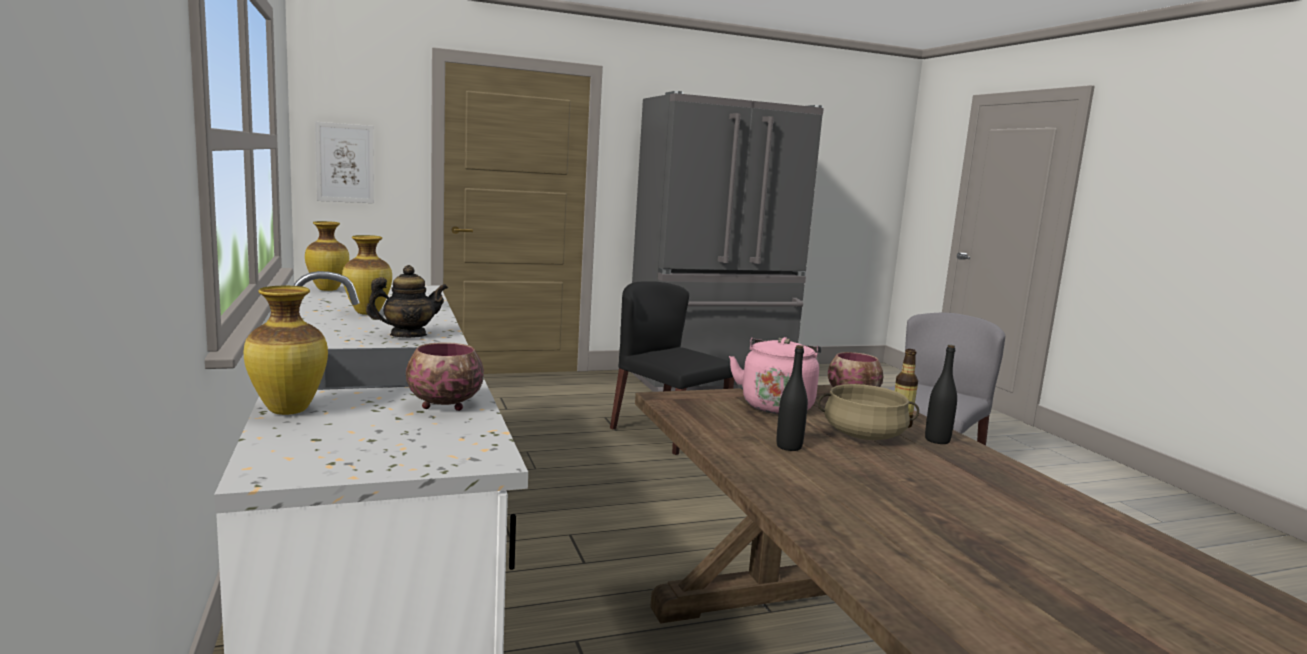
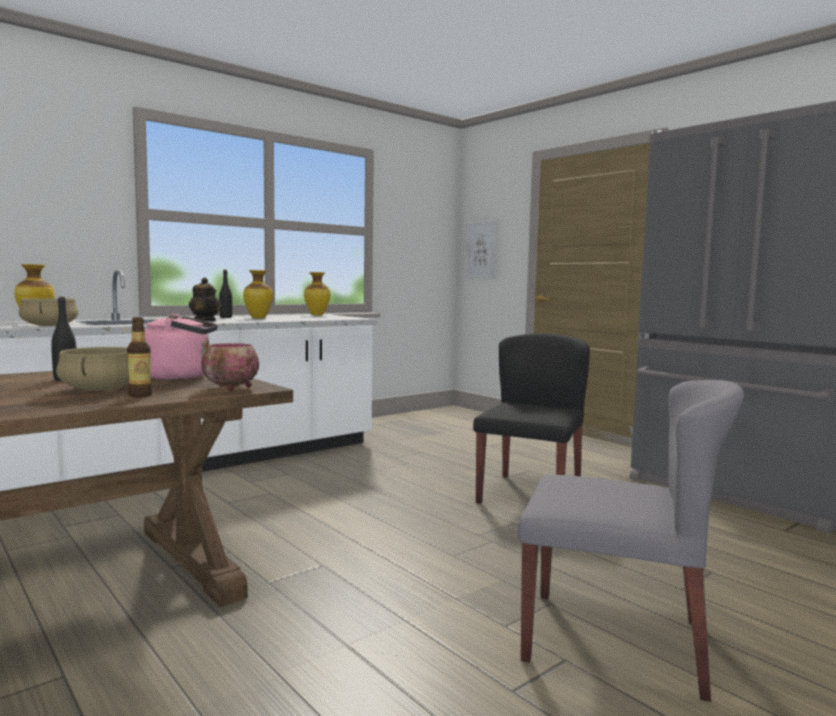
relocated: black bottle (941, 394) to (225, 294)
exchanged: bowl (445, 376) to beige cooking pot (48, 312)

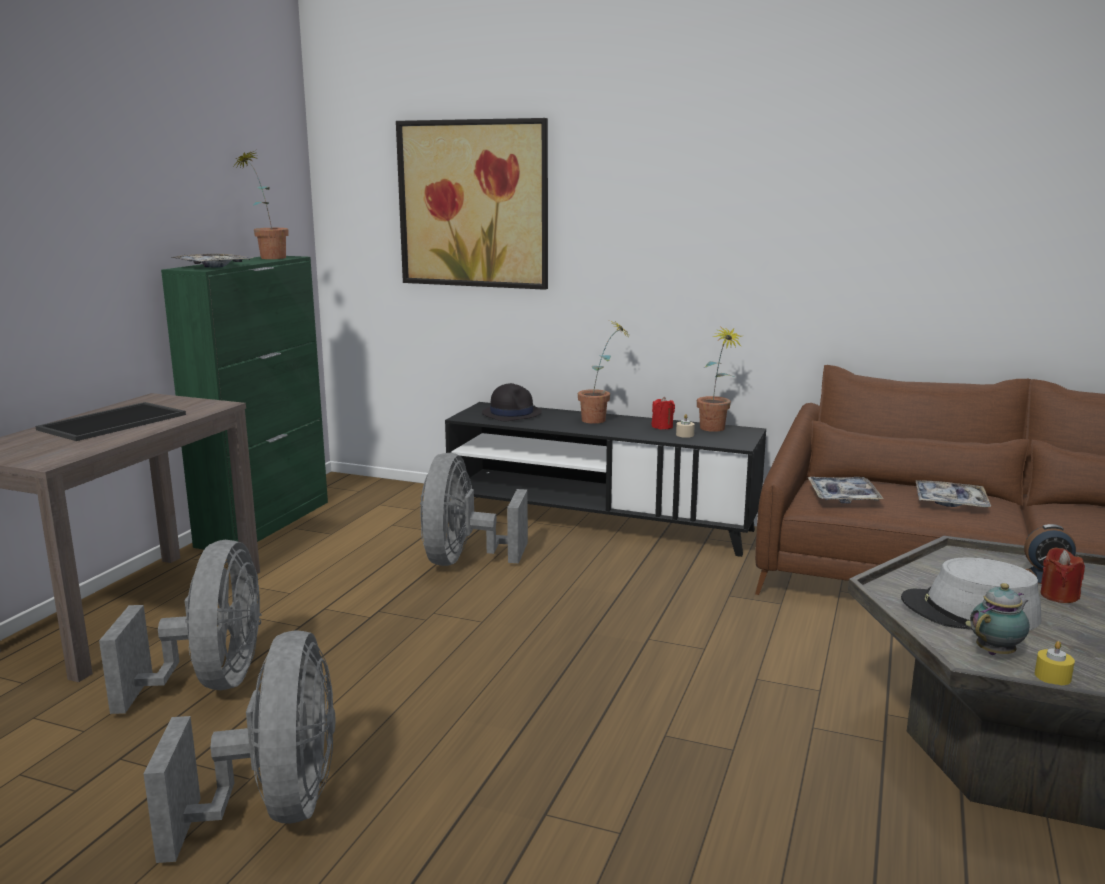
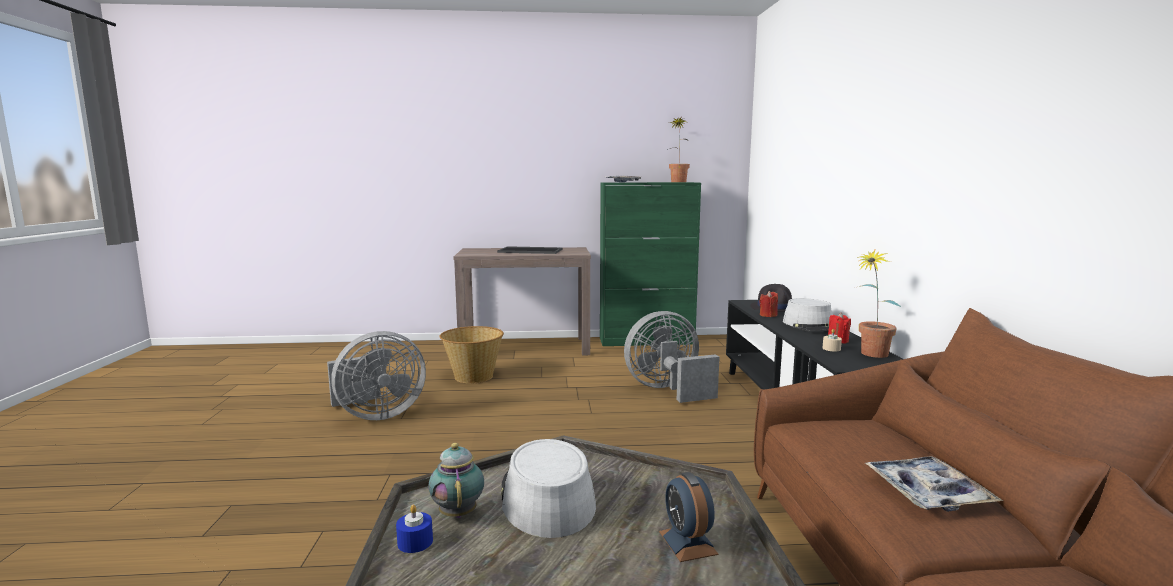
missing: picture (472, 204); tray (845, 490)
relocated: red candle (1062, 575) to (768, 304)
exchanged: grey fan (180, 627) to basket (471, 354); potted plant (603, 372) to grey hat (808, 314)
colour: yellow candle (1055, 663) to blue candle (414, 529)
spun: teapot (999, 619) = (456, 480) 135 degrees counterclockwise

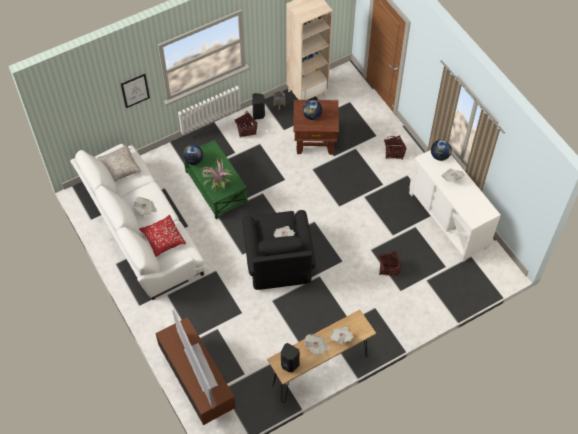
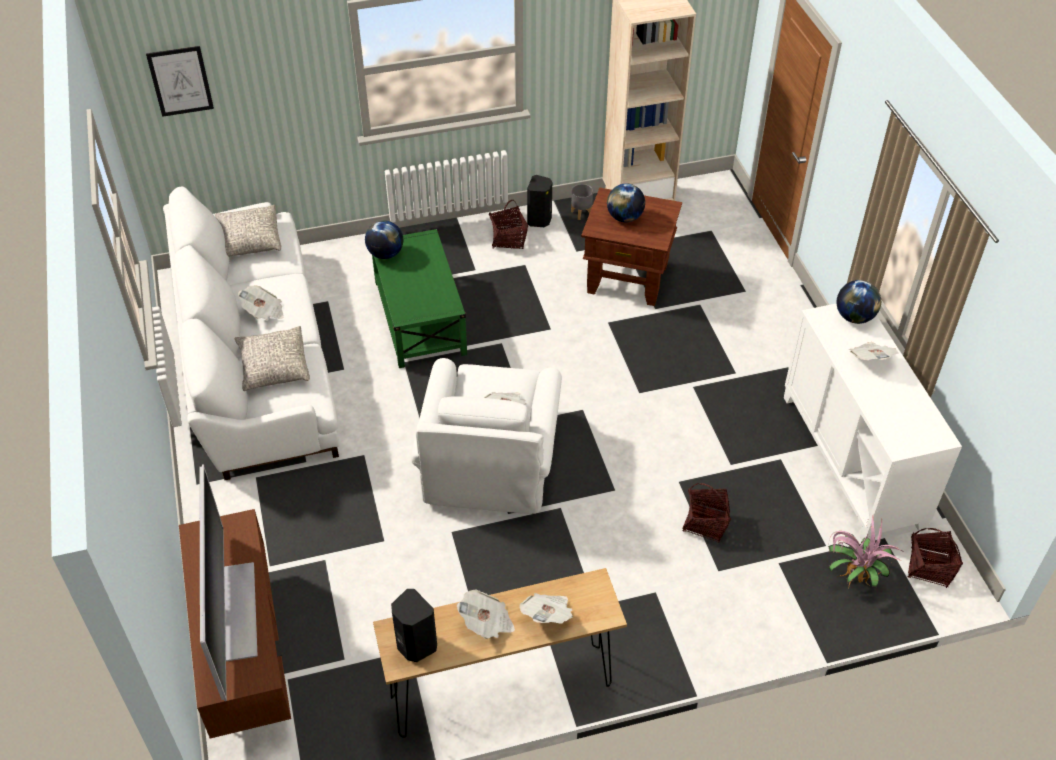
relocated: picture (135, 91) to (180, 81); potted plant (216, 173) to (866, 552); basket (395, 147) to (935, 558)
colour: red pillow (162, 236) to grey pillow (272, 358); black armchair (279, 250) to white armchair (486, 436)

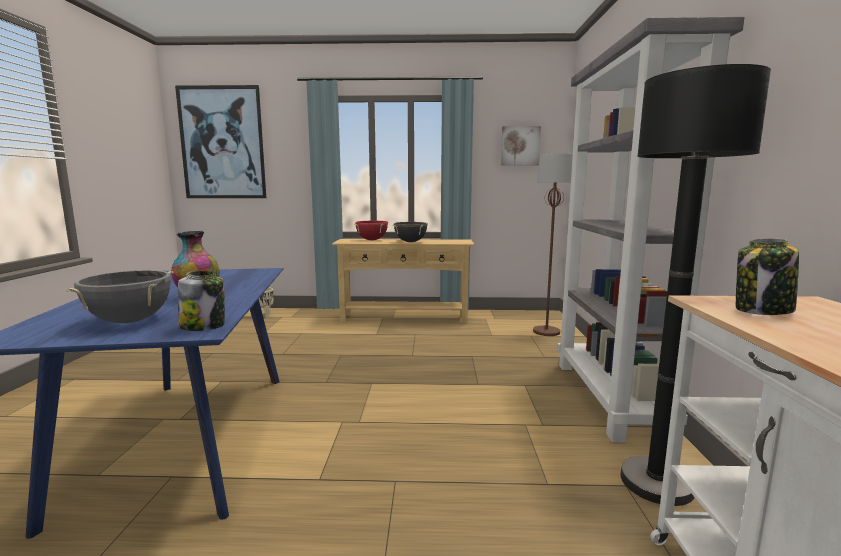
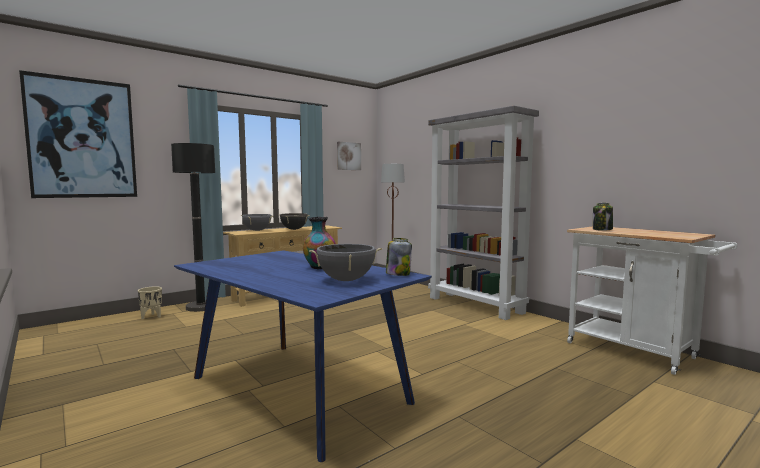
relocated: black floor lamp (695, 285) to (193, 227)
colour: red cooking pot (371, 230) to grey cooking pot (257, 222)

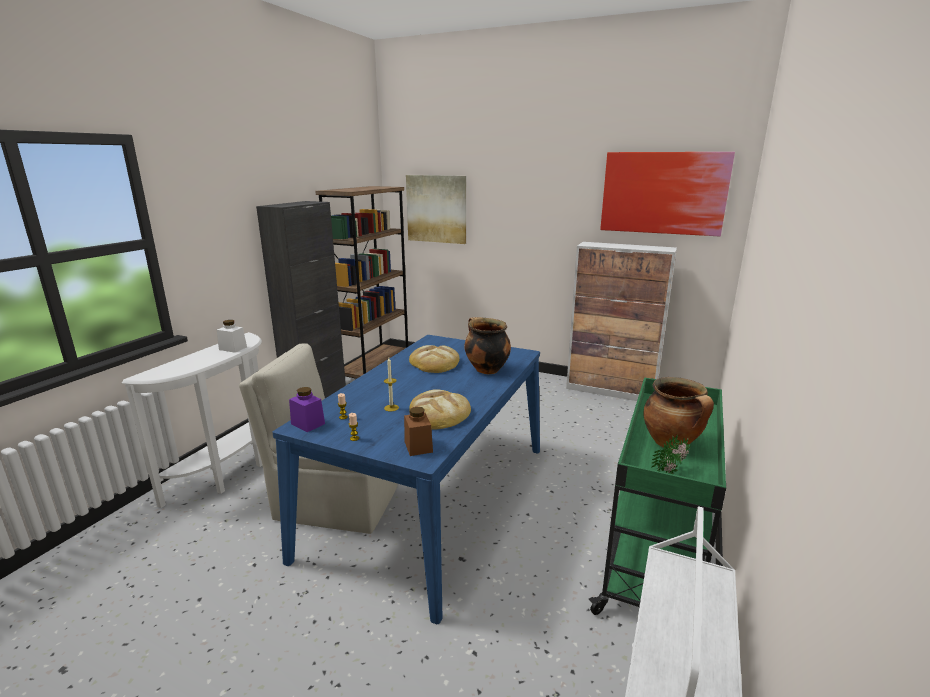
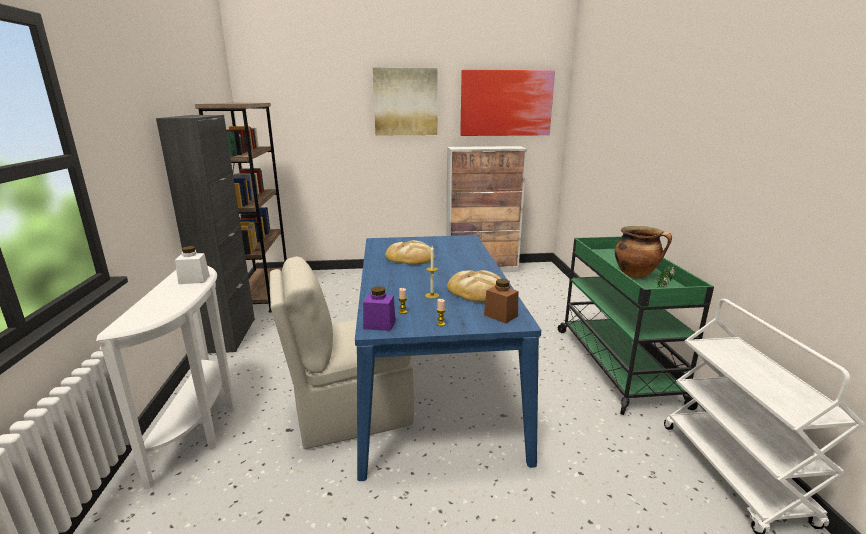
missing: cooking pot (487, 345)
relocated: picture (436, 209) to (405, 102)

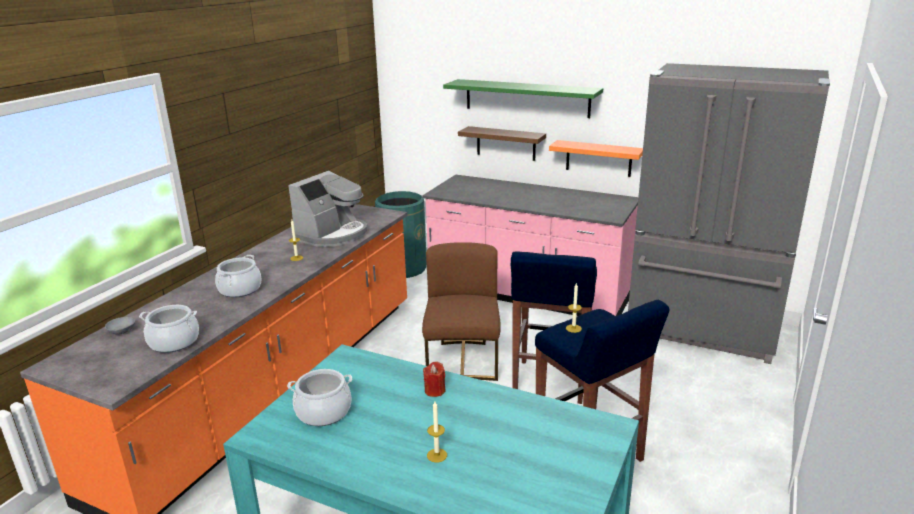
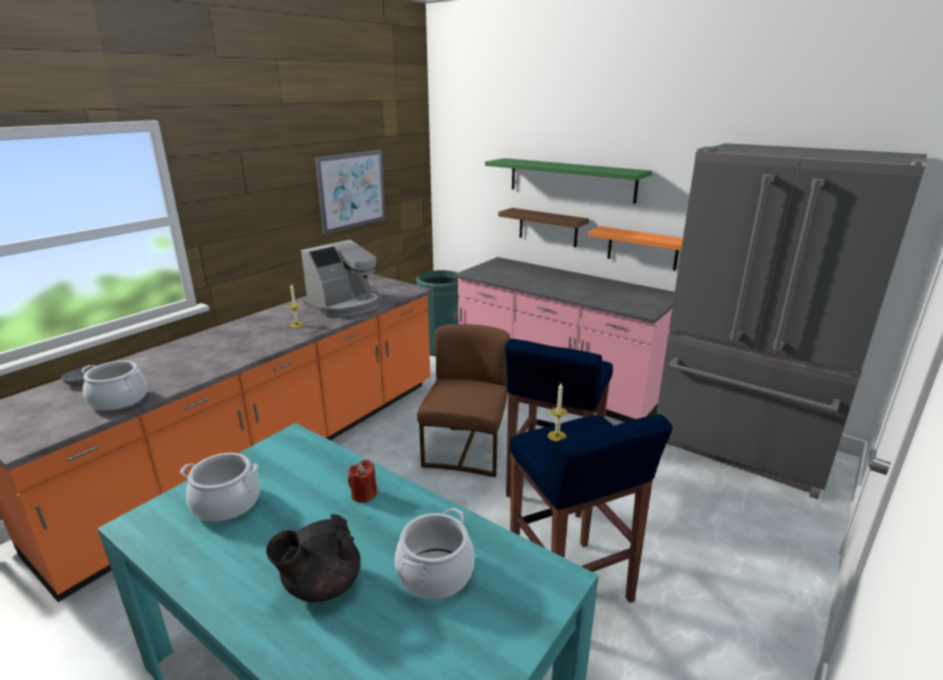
appeared: picture (350, 192)
relocated: cooking pot (238, 276) to (435, 553)
exchanged: candle (437, 431) to black teapot (313, 558)

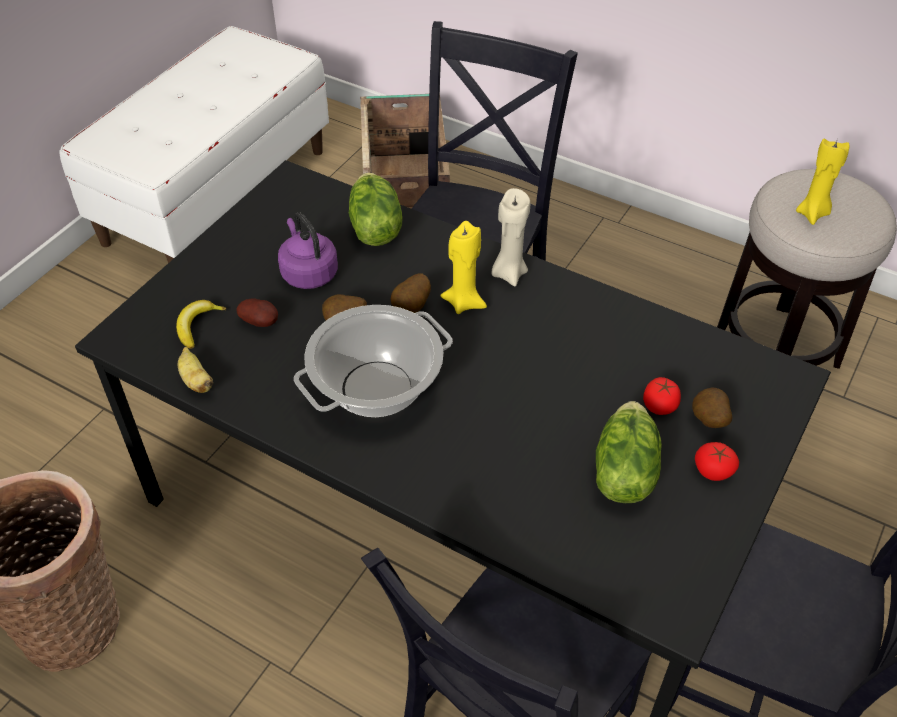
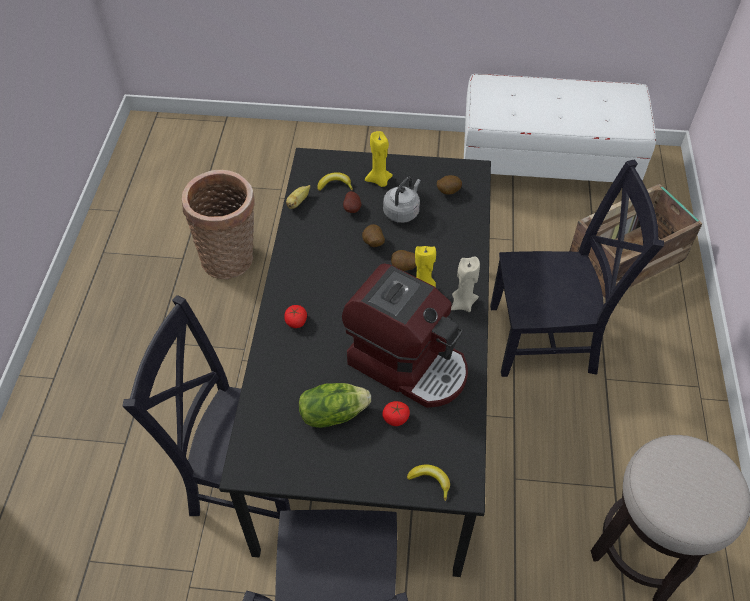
missing: cooking pot (373, 361); lettuce (376, 209)
appeared: coffee machine (405, 335); banana (428, 483)
relocated: tomato (717, 461) to (295, 316); yellow candle (822, 181) to (379, 159); potato (712, 407) to (449, 185)
colour: purple kettle (308, 251) to grey kettle (402, 200)

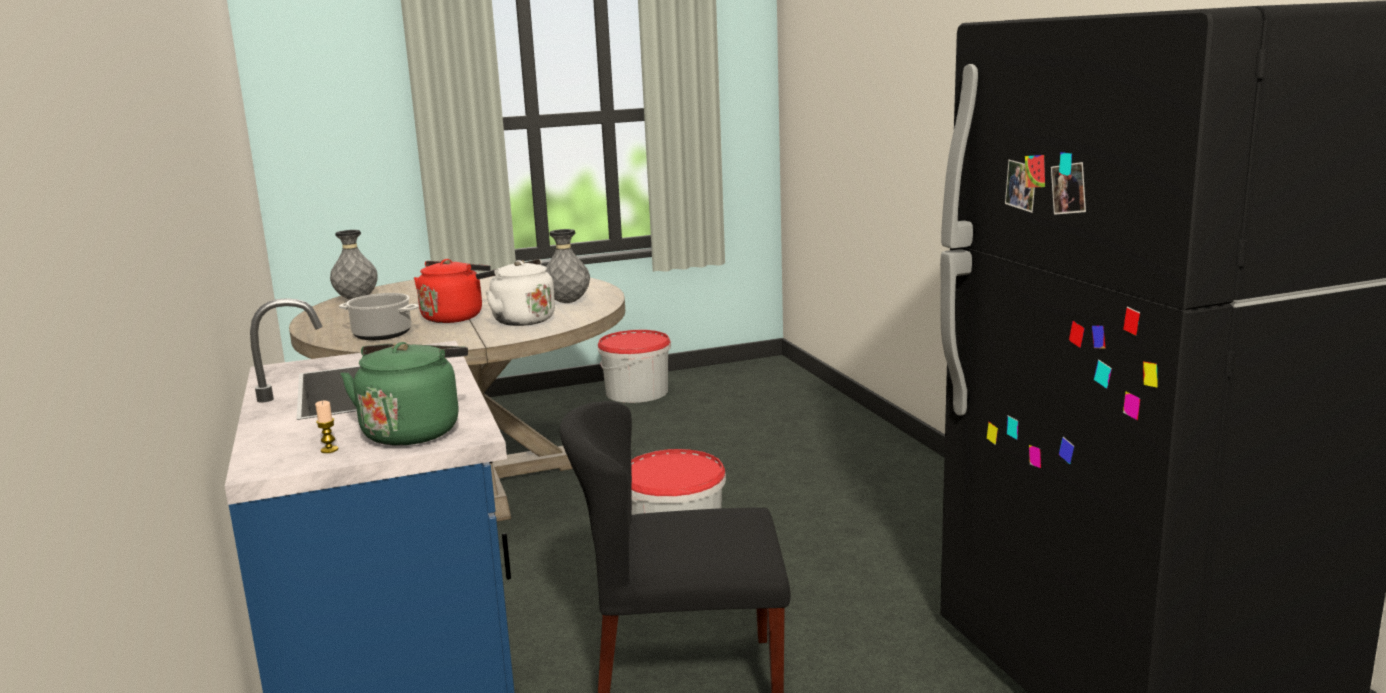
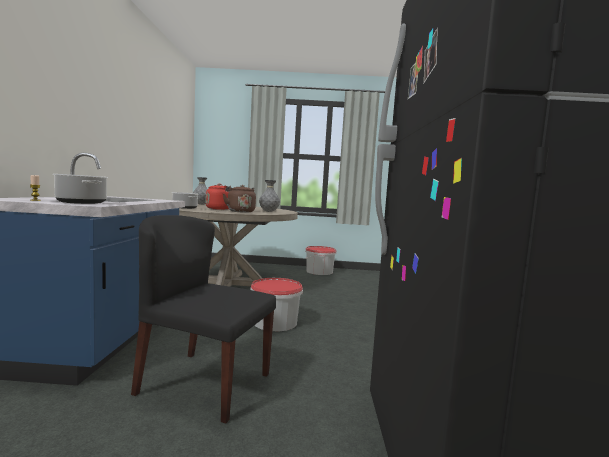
exchanged: green kettle (404, 394) to cooking pot (80, 189)
colour: white kettle (515, 292) to brown kettle (239, 199)

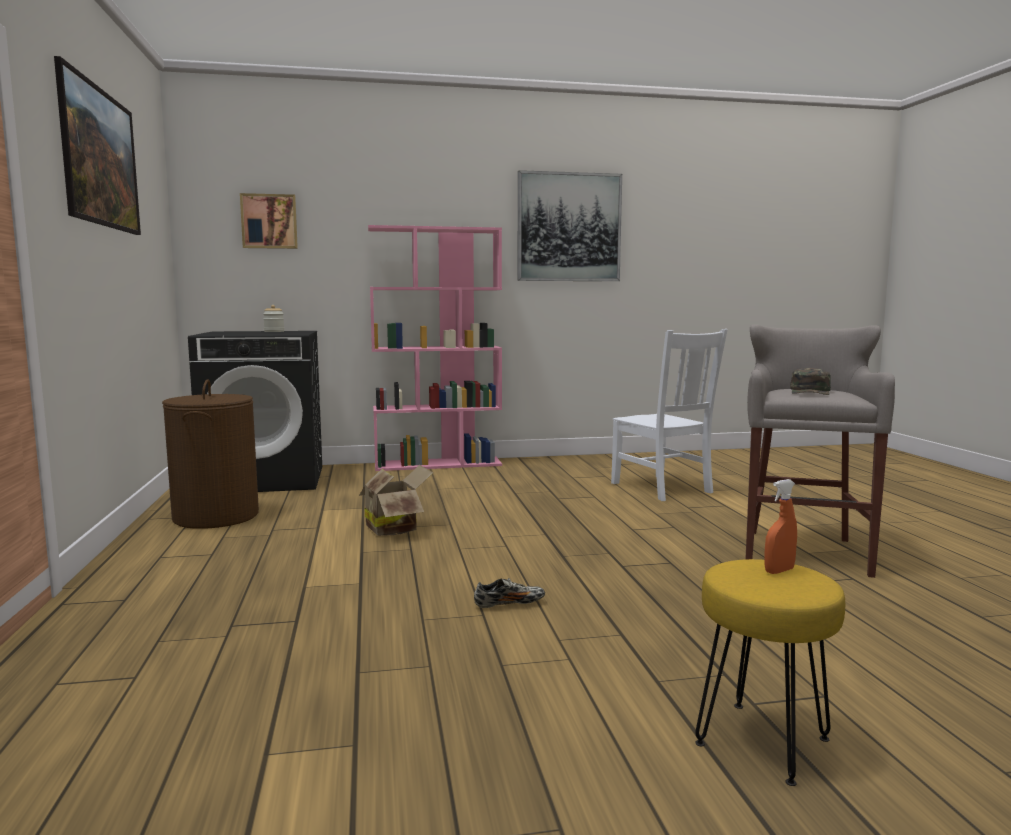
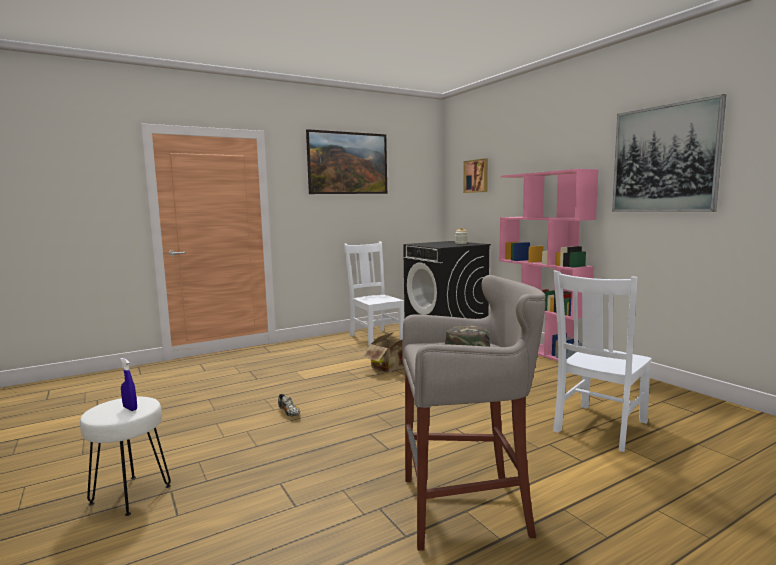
exchanged: brown laundry basket (210, 454) to white chair (374, 294)
colour: yellow stool (770, 672) to white stool (125, 456); orange spray bottle (780, 526) to blue spray bottle (128, 384)

